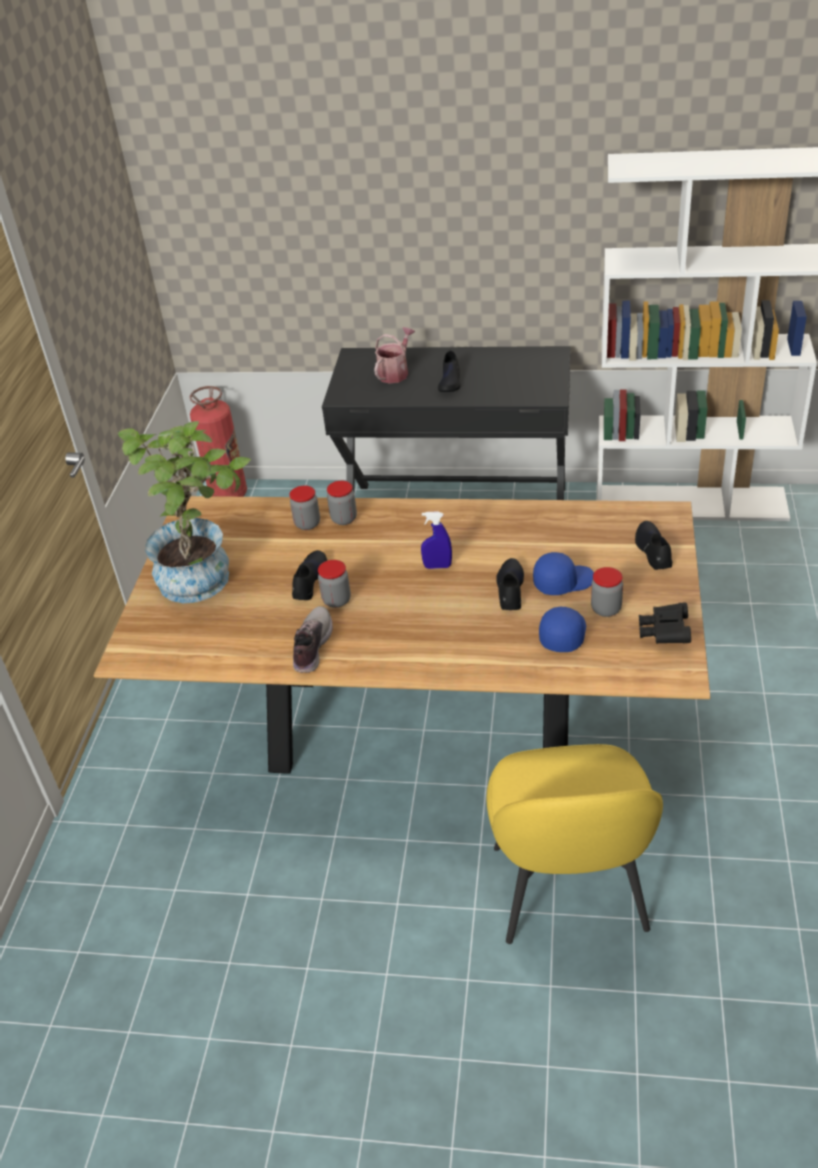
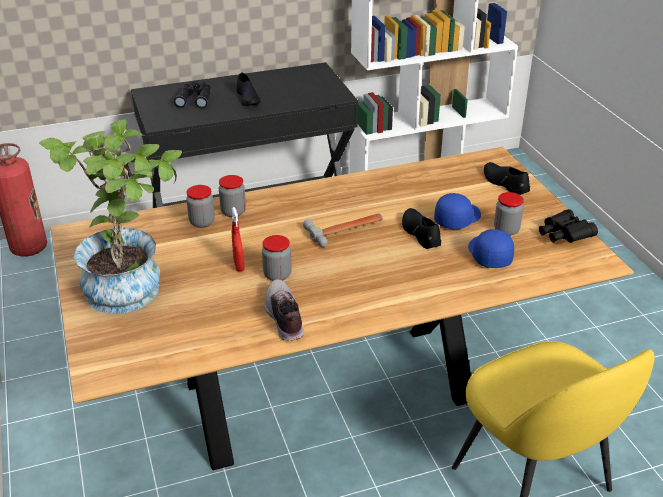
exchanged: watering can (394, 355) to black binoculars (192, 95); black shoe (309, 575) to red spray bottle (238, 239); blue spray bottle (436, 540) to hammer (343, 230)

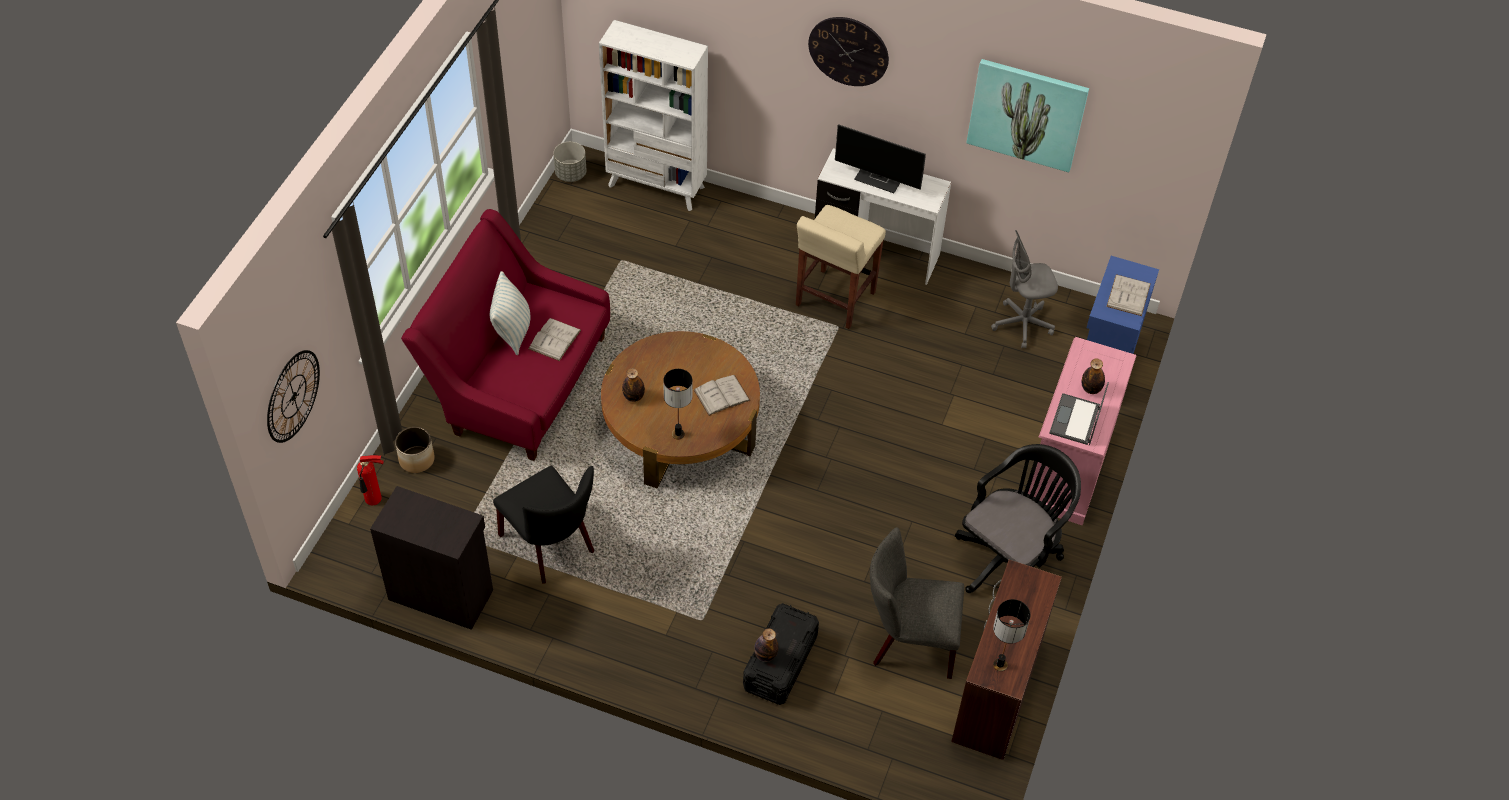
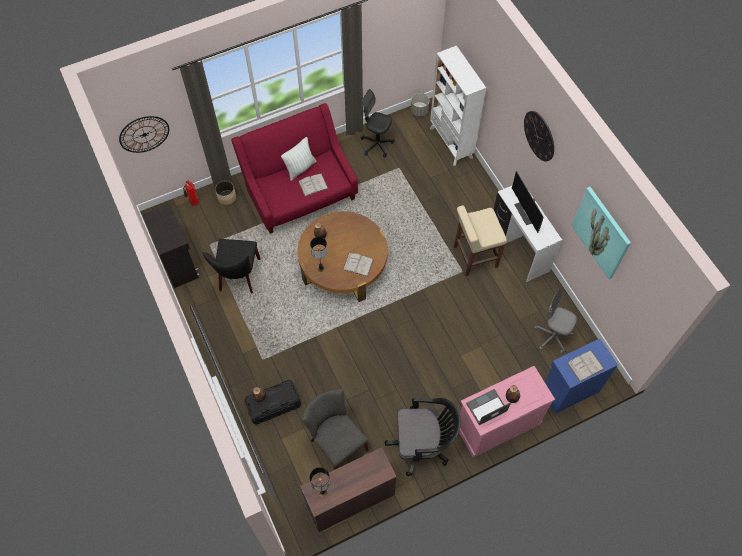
appeared: black office chair (377, 123)

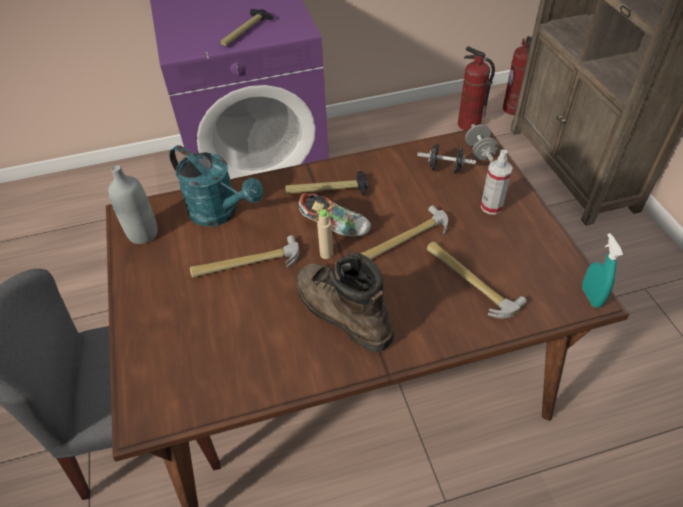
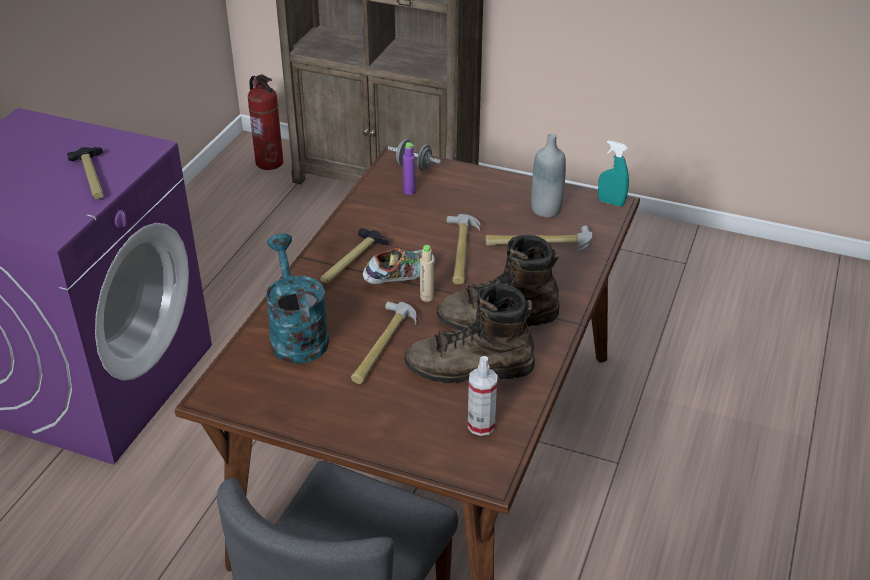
missing: fire extinguisher (476, 88)
appeared: brown boot (469, 333)
relocated: spray bottle (496, 182) to (483, 396); grey bottle (133, 204) to (548, 176)
exchanged: black dumbbell (446, 159) to purple bottle (409, 168)
spun: turquoise watering can (216, 186) = (297, 298) 90 degrees counterclockwise

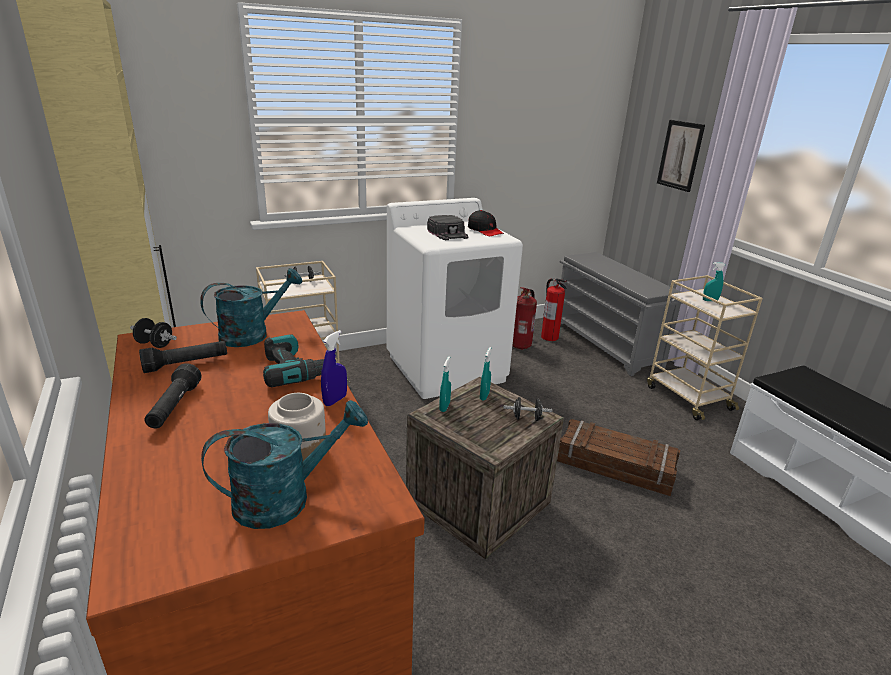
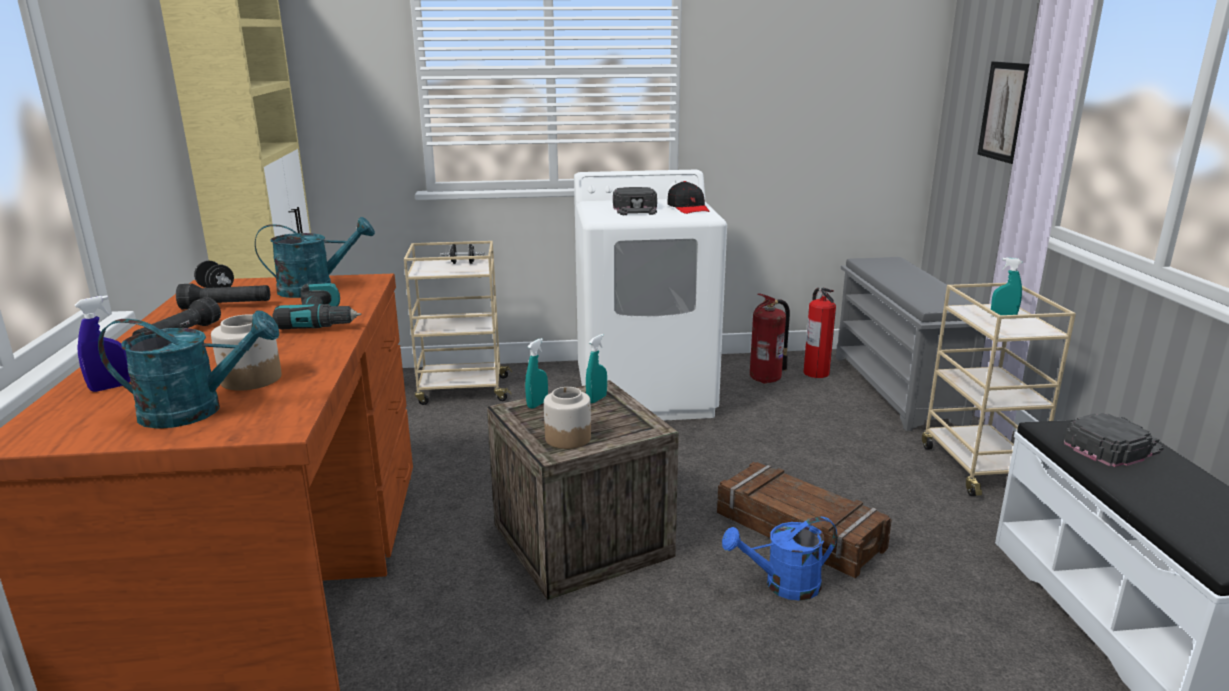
missing: black dumbbell (528, 409)
appeared: jar (567, 418); blue watering can (779, 559); black cap (1114, 440)
relocated: blue spray bottle (334, 368) to (103, 344)

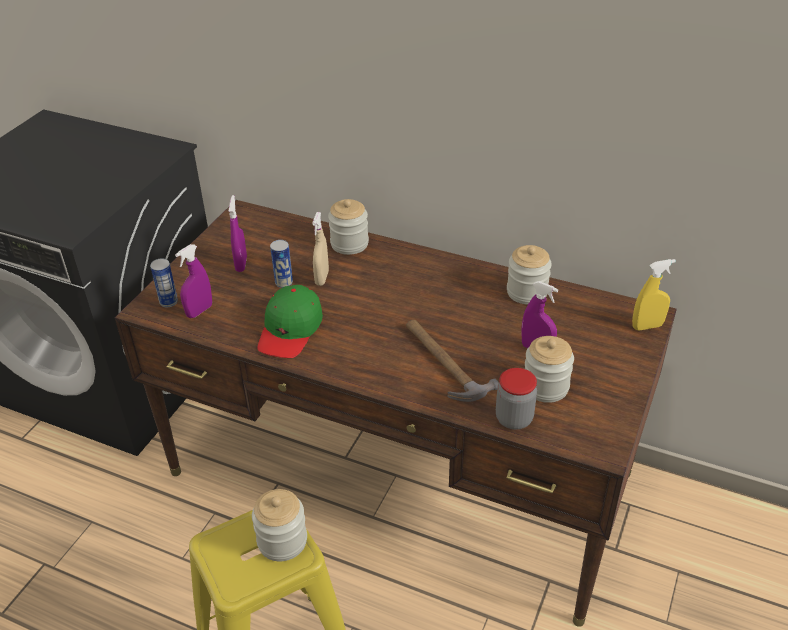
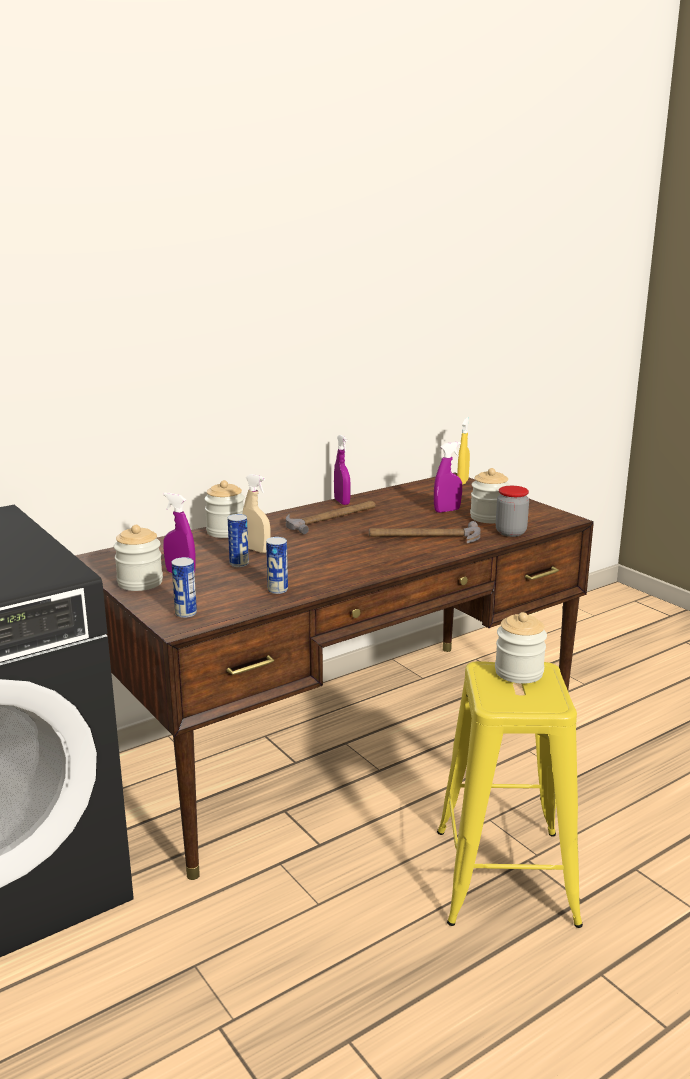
missing: green cap (290, 321)
appeared: can (277, 565); hammer (331, 517)
relocated: jar (529, 275) to (138, 558); purple spray bottle (193, 281) to (342, 470)

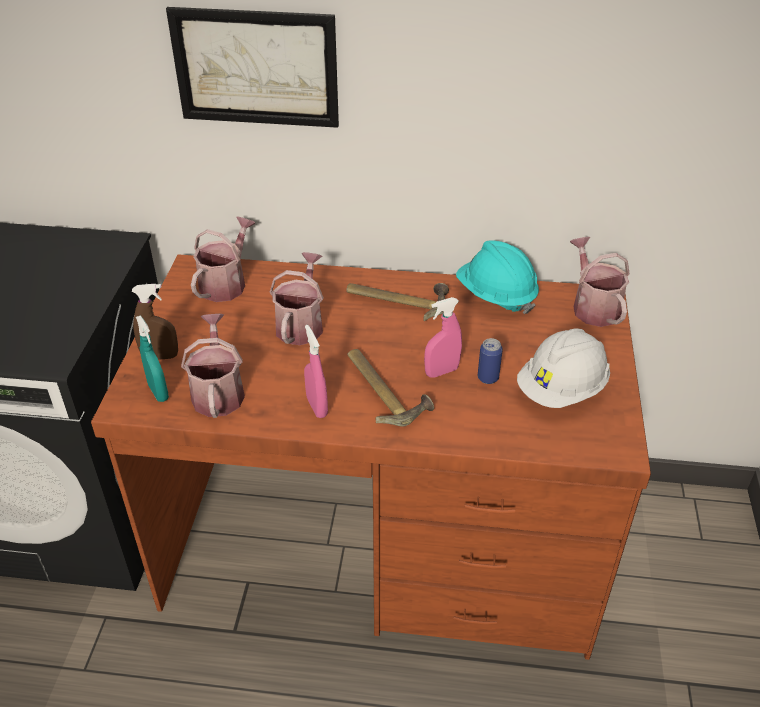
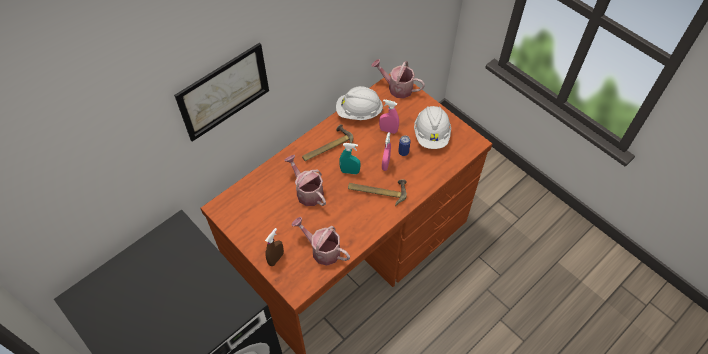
missing: watering can (223, 259)
relocated: turquoise spray bottle (152, 358) to (350, 158); pink spray bottle (316, 371) to (389, 116)
colour: turquoise hard hat (497, 277) to white hard hat (359, 103)

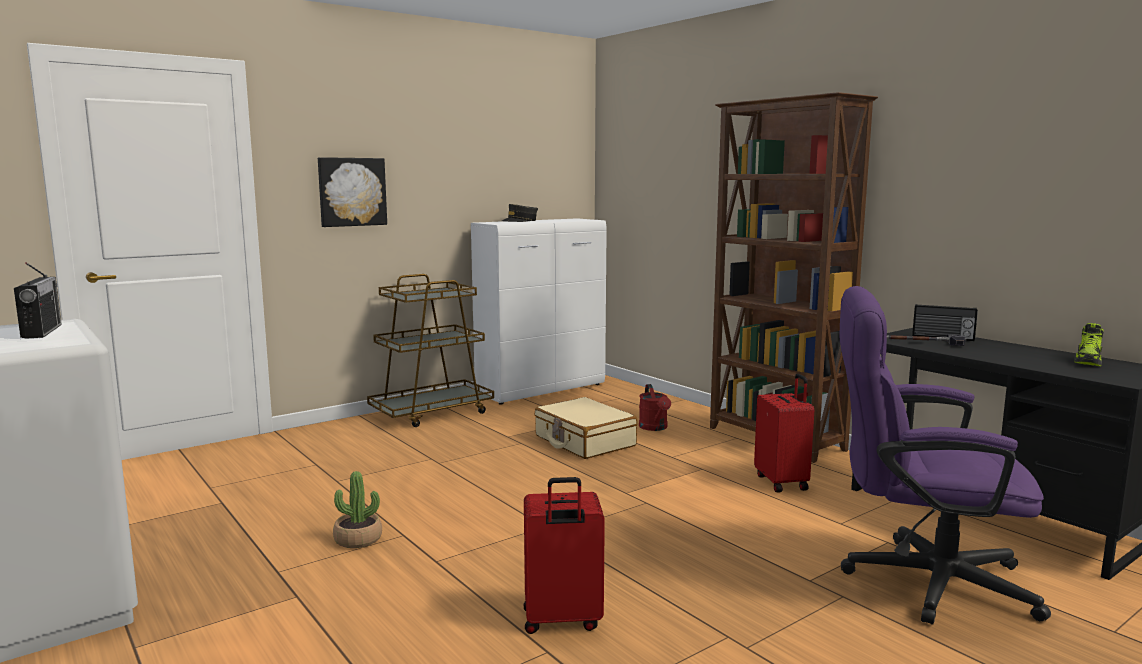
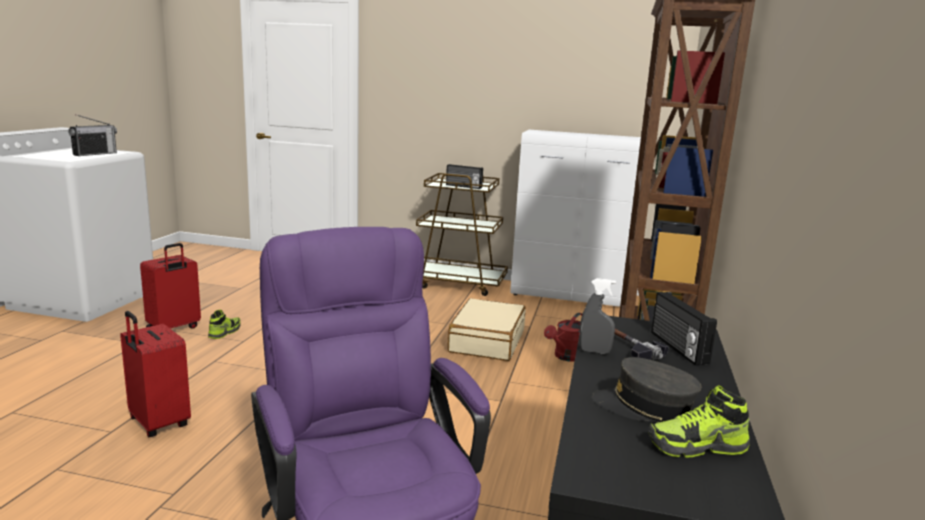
missing: picture (352, 192)
appeared: radio (464, 176); grey spray bottle (597, 316)
relocated: red suitcase (784, 433) to (170, 286); grey cap (520, 213) to (646, 389)
exchanged: potted plant (357, 509) to shoe (224, 324)

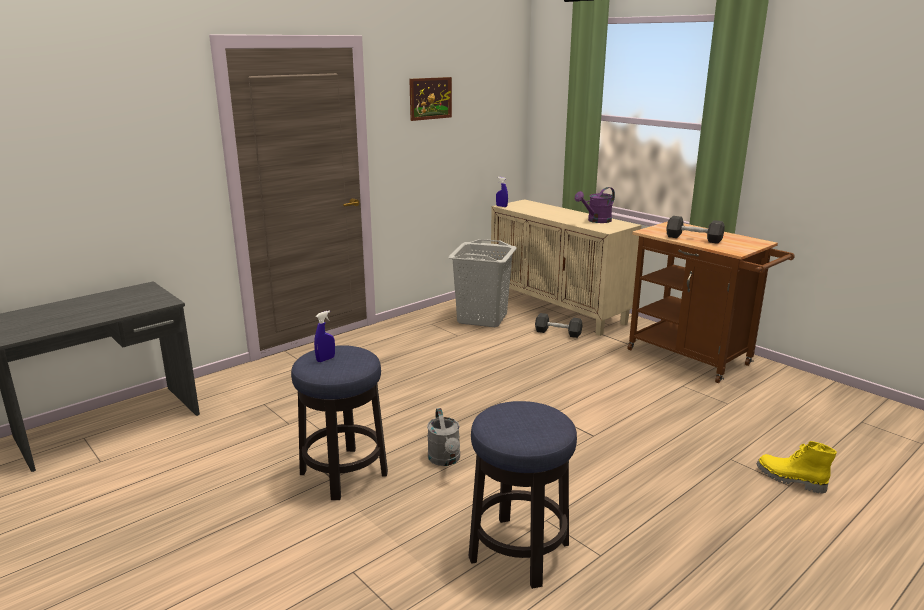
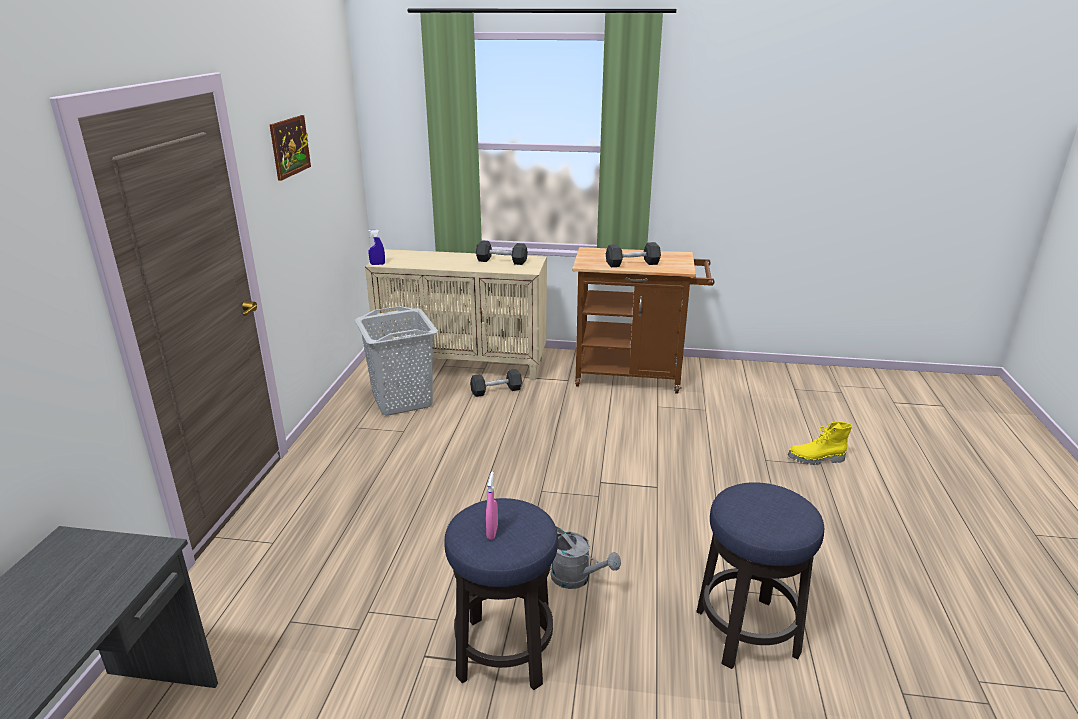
exchanged: purple watering can (595, 205) to black dumbbell (502, 252)
colour: blue spray bottle (324, 336) to pink spray bottle (492, 505)

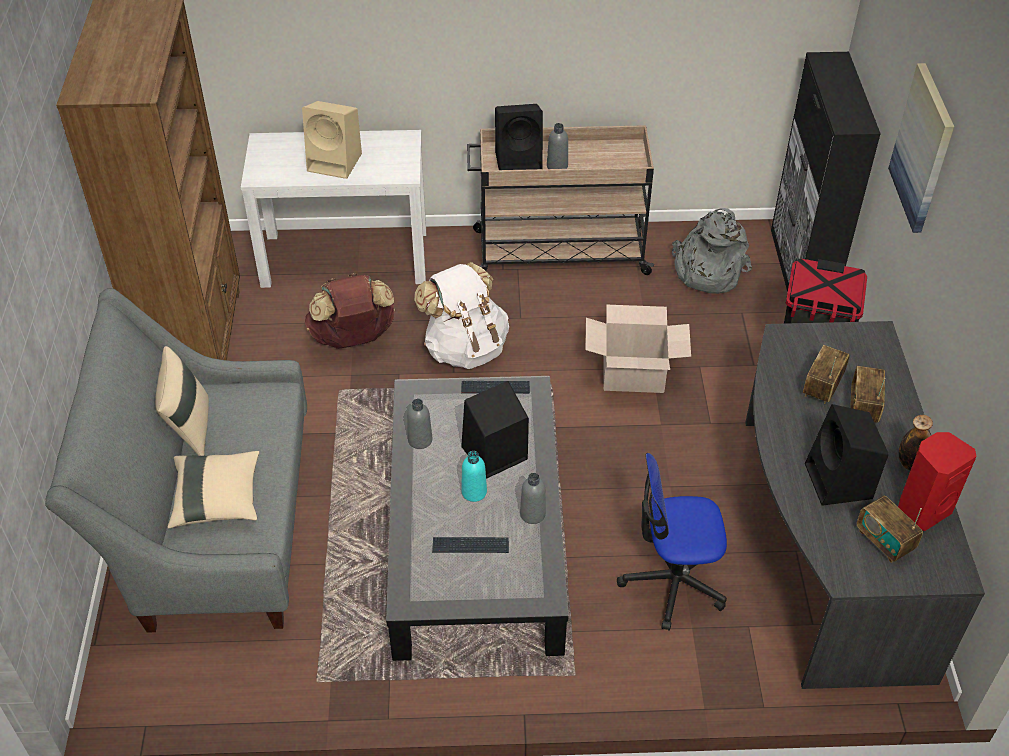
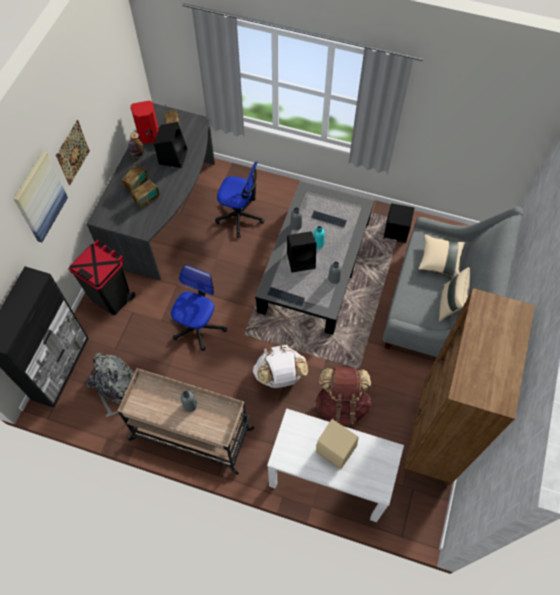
appeared: picture (73, 152)
relocated: black speaker (519, 137) to (398, 223)
exchanged: cardboard box (638, 349) to office chair (199, 308)

